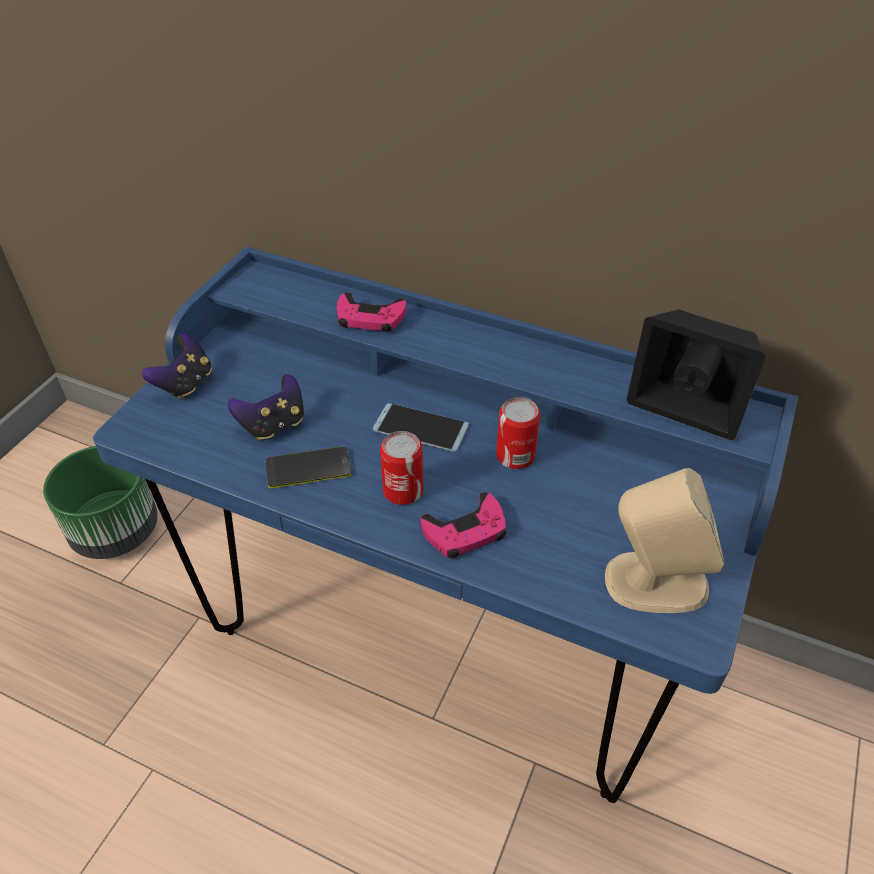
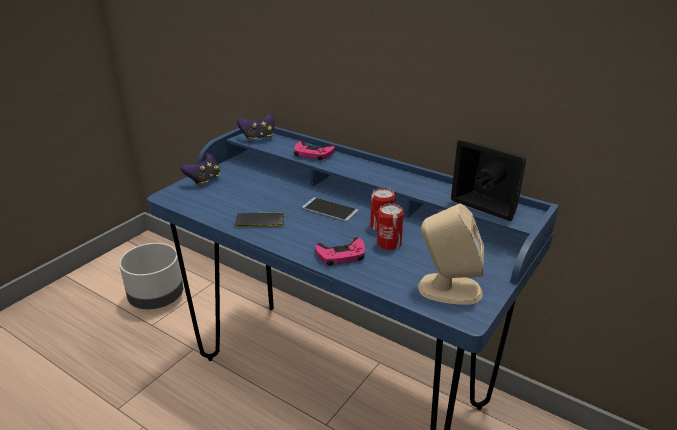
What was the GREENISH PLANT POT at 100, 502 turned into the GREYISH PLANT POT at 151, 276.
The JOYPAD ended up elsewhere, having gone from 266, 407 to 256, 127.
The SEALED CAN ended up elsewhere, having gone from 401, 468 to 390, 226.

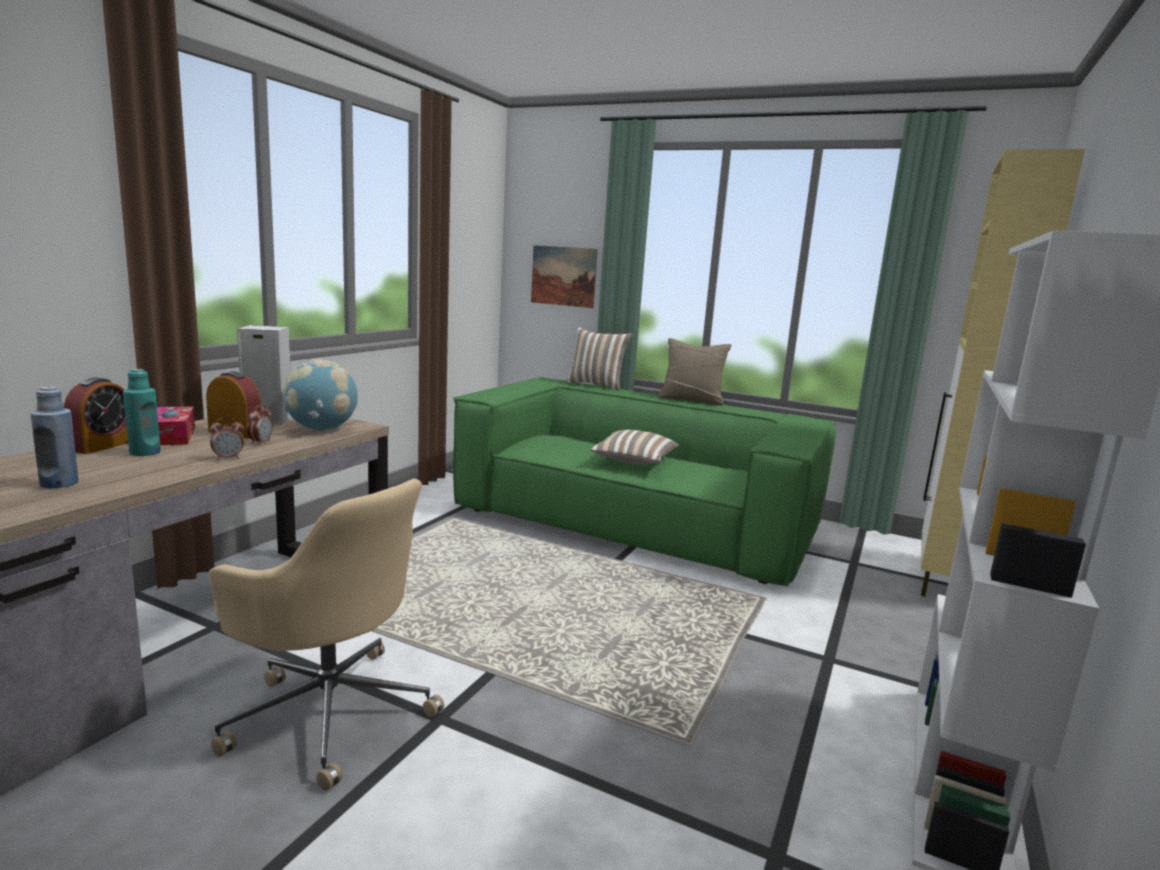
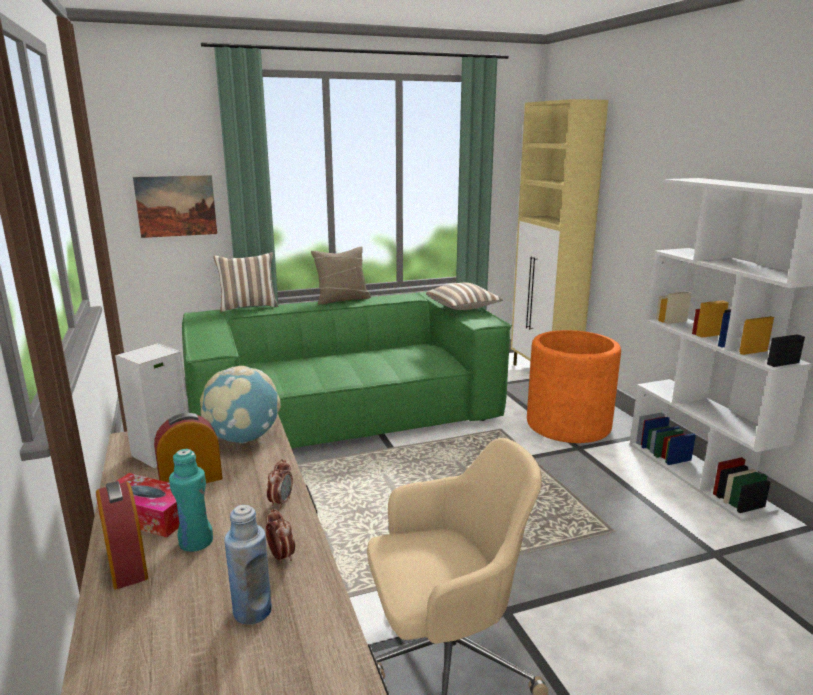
The TABLE CLOCK ended up elsewhere, having gone from 260, 425 to 280, 536.
The CUSHION ended up elsewhere, having gone from 634, 447 to 464, 296.
The second view gained the ORANGE PLANT POT at 574, 386.

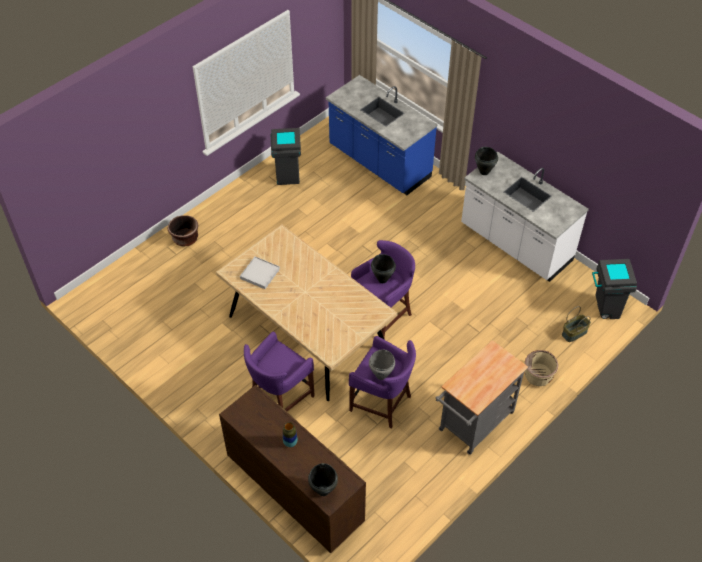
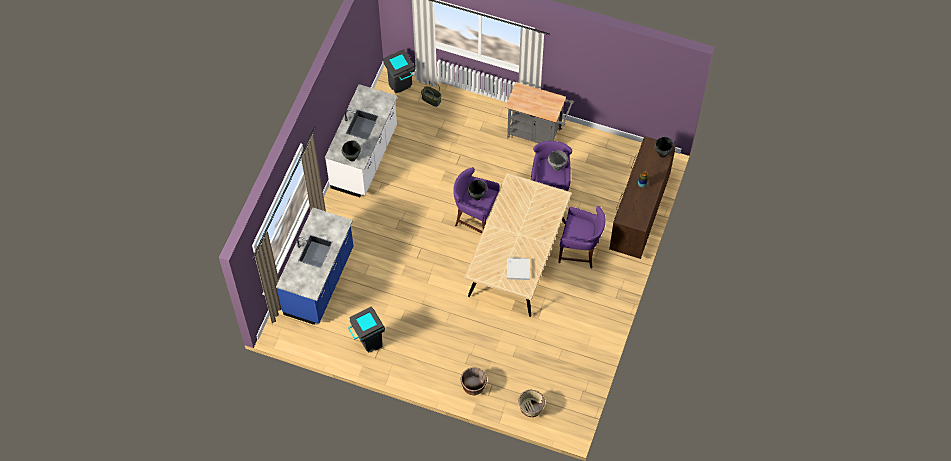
The BEIGE PLANT POT ended up elsewhere, having gone from 541, 368 to 531, 403.

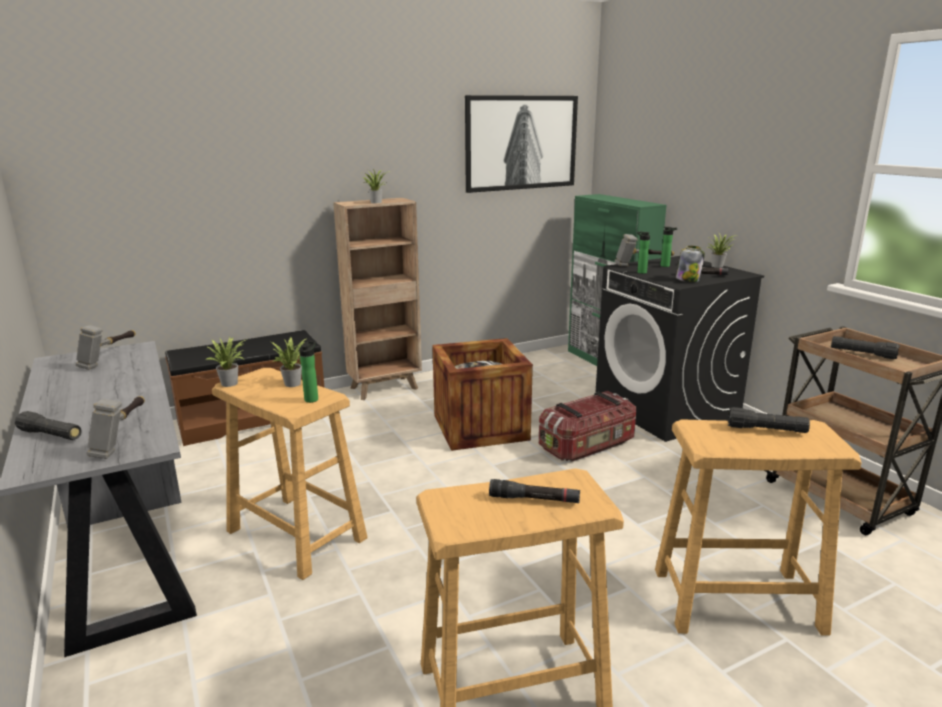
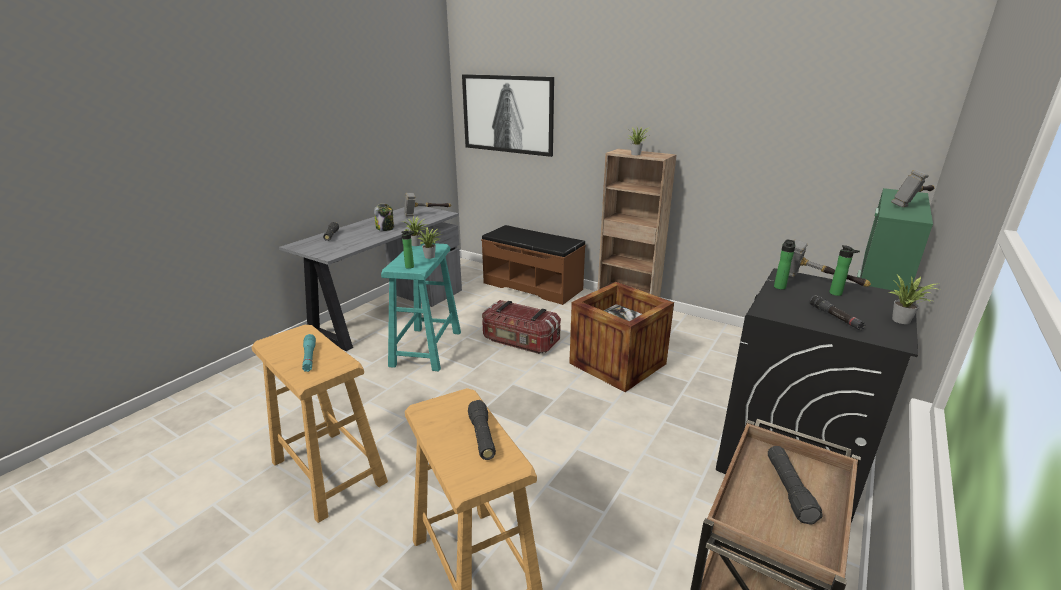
What was the BLACK-COLOURED HAND TORCH at 534, 491 turned into the TURQUOISE HAND TORCH at 309, 353.
The JAR ended up elsewhere, having gone from 690, 264 to 384, 217.
What was the BEIGE SITTING STOOL at 290, 474 turned into the TURQUOISE SITTING STOOL at 421, 307.
The WALL ART ended up elsewhere, having gone from 521, 144 to 508, 115.
The STORAGE CONTAINER ended up elsewhere, having gone from 587, 426 to 521, 327.
The HAMMER ended up elsewhere, having gone from 116, 427 to 913, 188.

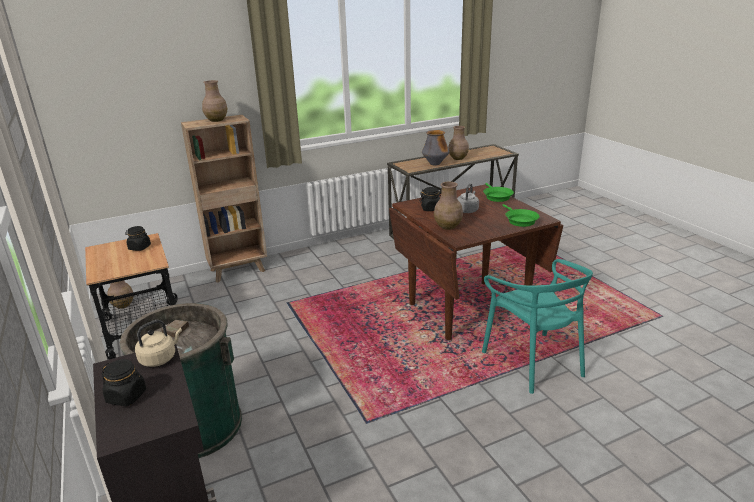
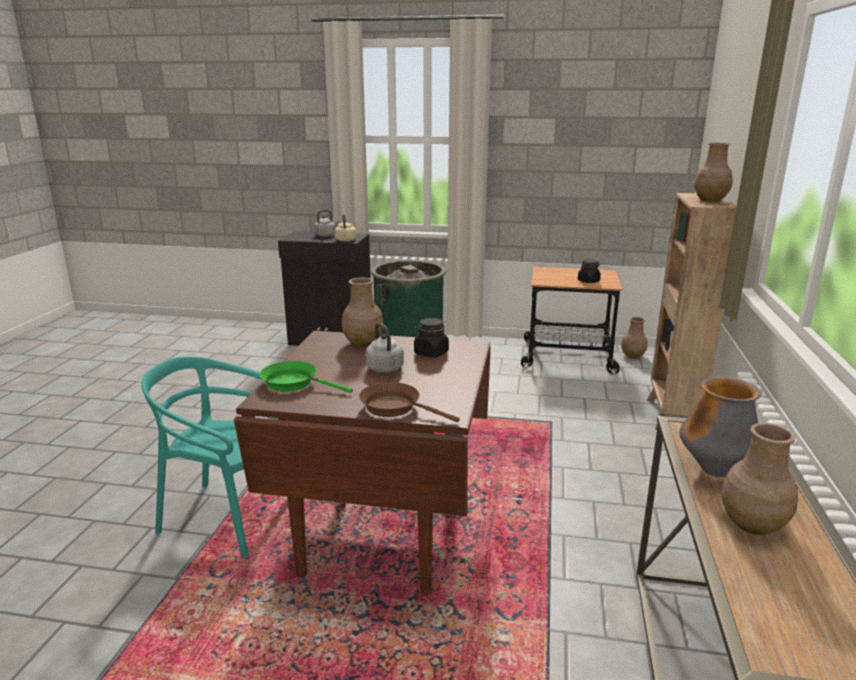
Where the BLACK-COLOURED JAR stood at 123, 382, the GREYISH WATER KETTLE came to stand at 327, 223.
What was the GREENISH PAN at 498, 192 turned into the BROWN PAN at 409, 402.

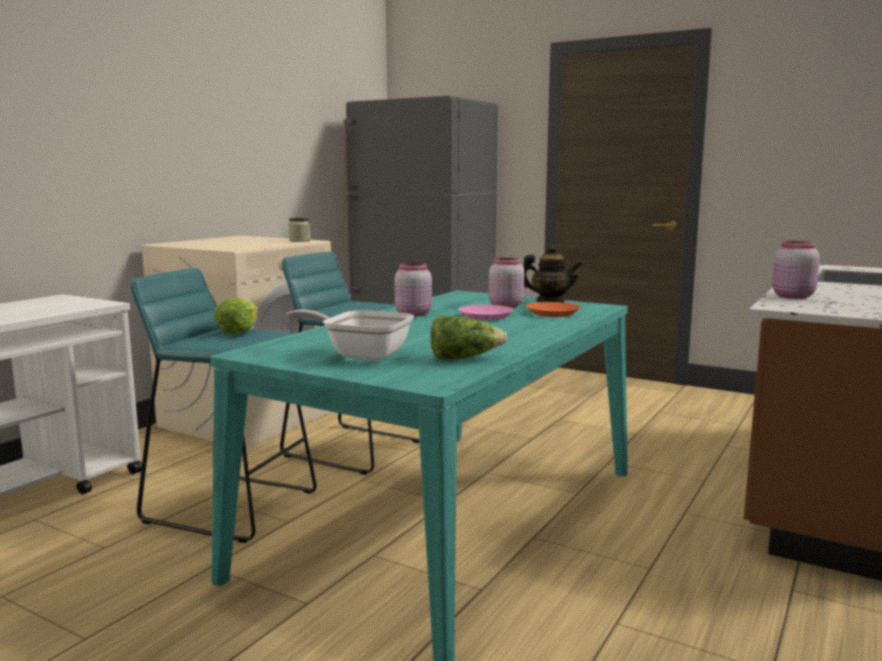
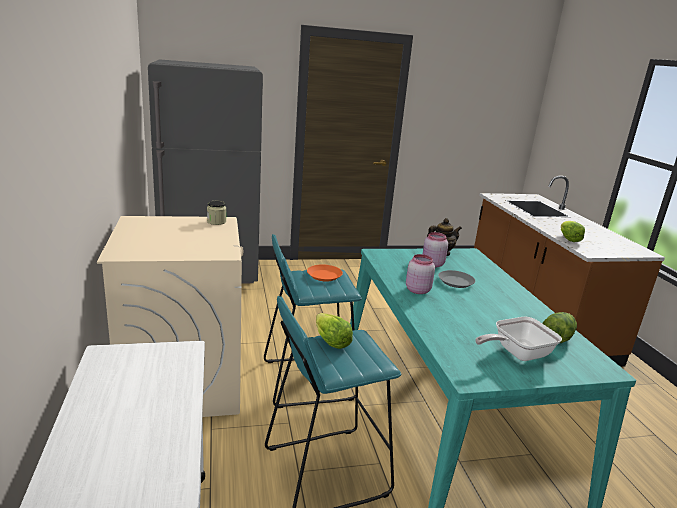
The ORANGE PLATE ended up elsewhere, having gone from 553, 309 to 325, 273.
What was the PINKISH PLATE at 485, 313 turned into the GREYISH PLATE at 456, 279.
Where the PINKISH JAR stood at 796, 270, the LETTUCE HEAD came to stand at 573, 231.

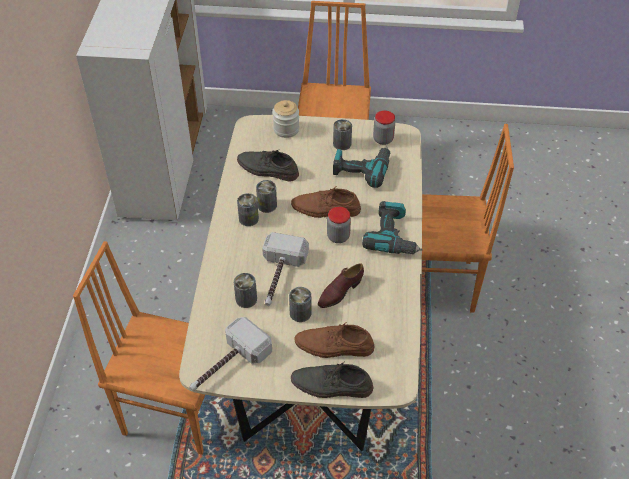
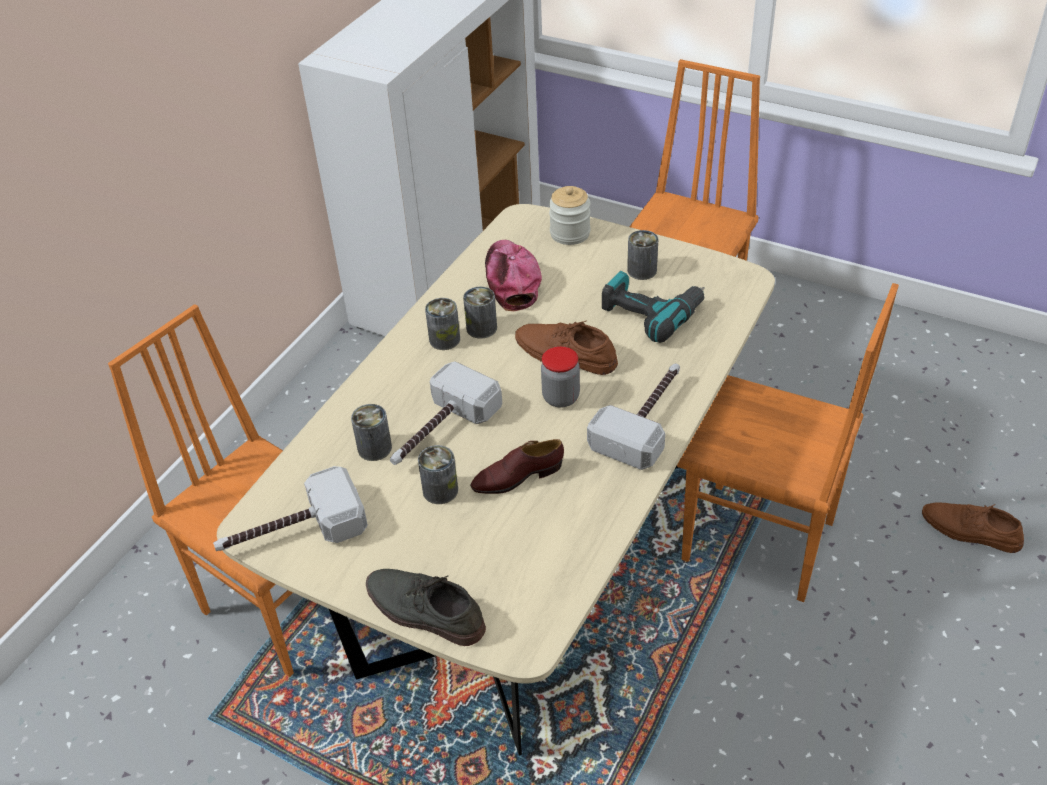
Where the GREYISH SHOE stood at 268, 165, the PEAKED CAP came to stand at 513, 275.
Where the ELECTRIC DRILL stood at 392, 227, the HAMMER came to stand at 633, 416.
The BROWN SHOE ended up elsewhere, having gone from 335, 340 to 973, 527.
The second view lost the JAR at 384, 127.

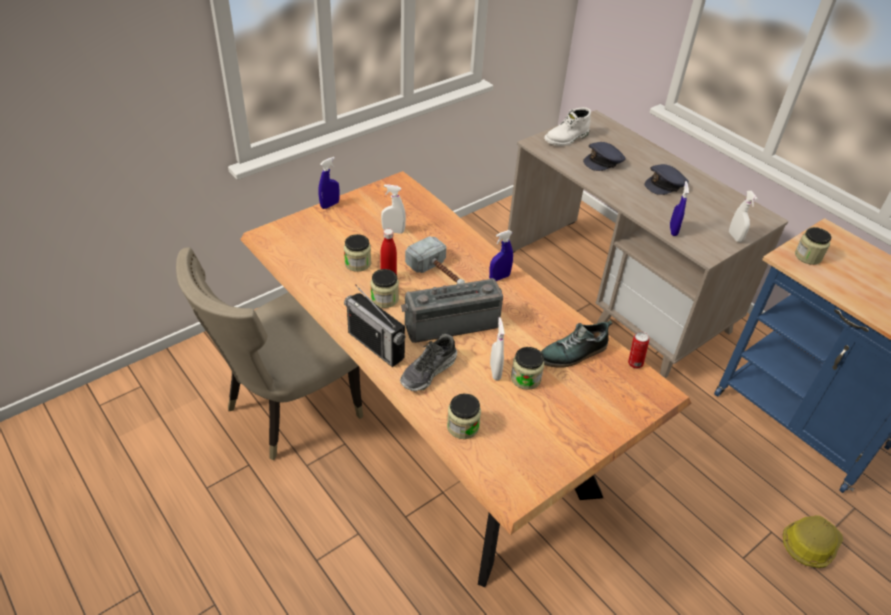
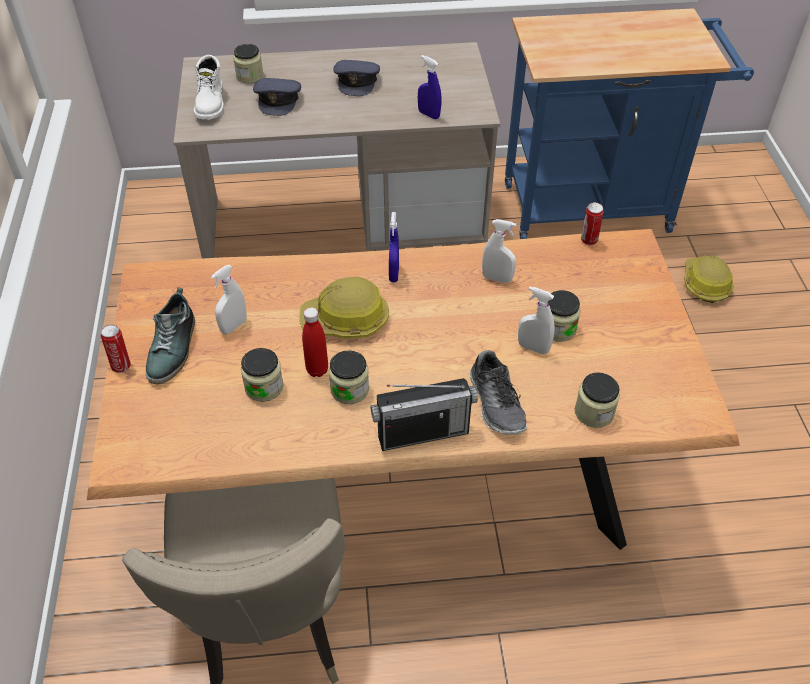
Where the BLUE SPRAYER stood at 329, 183, the SEALED CAN came to stand at 116, 349.
The SHOE ended up elsewhere, having gone from 576, 344 to 170, 335.
The JAR ended up elsewhere, having gone from 813, 246 to 248, 63.
Where the HAMMER stood at 435, 260, the HARD HAT came to stand at 344, 307.
The WHITE-COLOURED SPRAYER ended up elsewhere, having gone from 743, 216 to 499, 251.
The second view lost the RADIO RECEIVER at 452, 310.

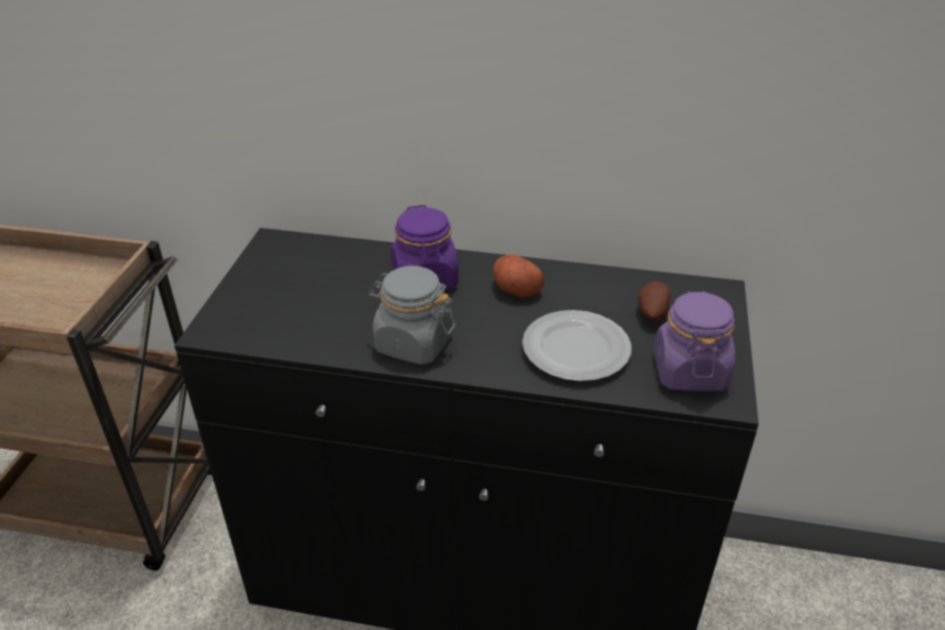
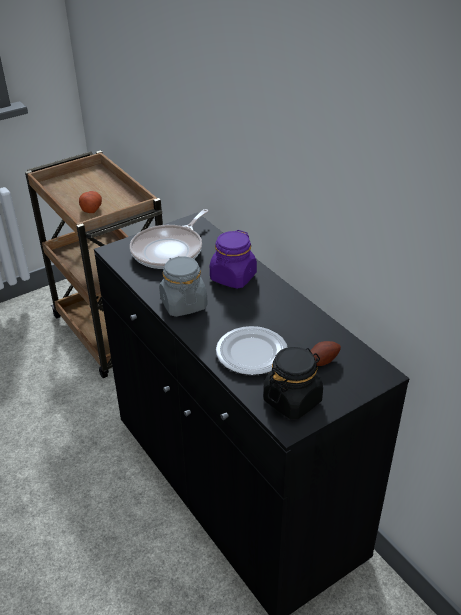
The SPUD ended up elsewhere, having gone from 518, 276 to 90, 202.
The second view gained the PAN at 169, 239.
What was the PURPLE-COLOURED JAR at 694, 341 turned into the BLACK-COLOURED JAR at 293, 383.

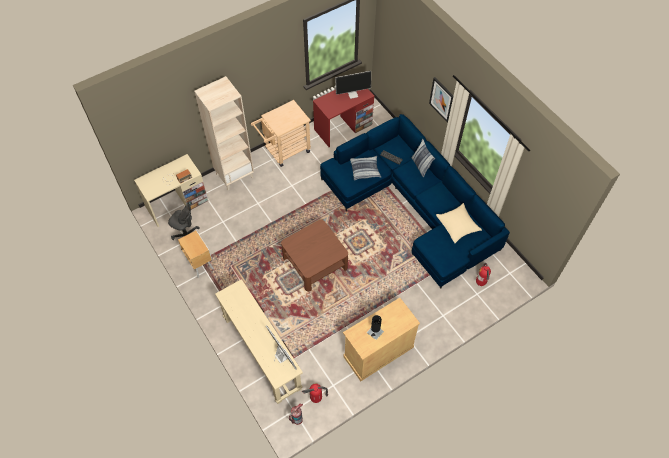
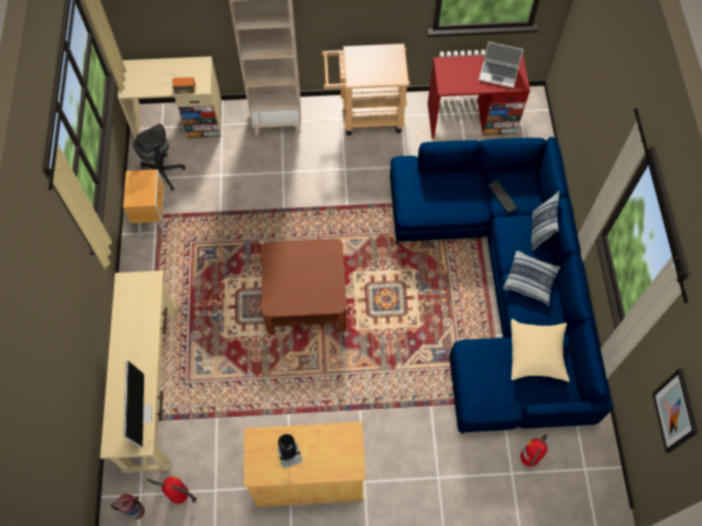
Where the COMPUTER DISPLAY stood at 353, 85, the NOTEBOOK COMPUTER came to stand at 501, 65.
The CUSHION ended up elsewhere, having gone from 365, 168 to 532, 278.
The WALL ART ended up elsewhere, having gone from 441, 100 to 675, 411.

